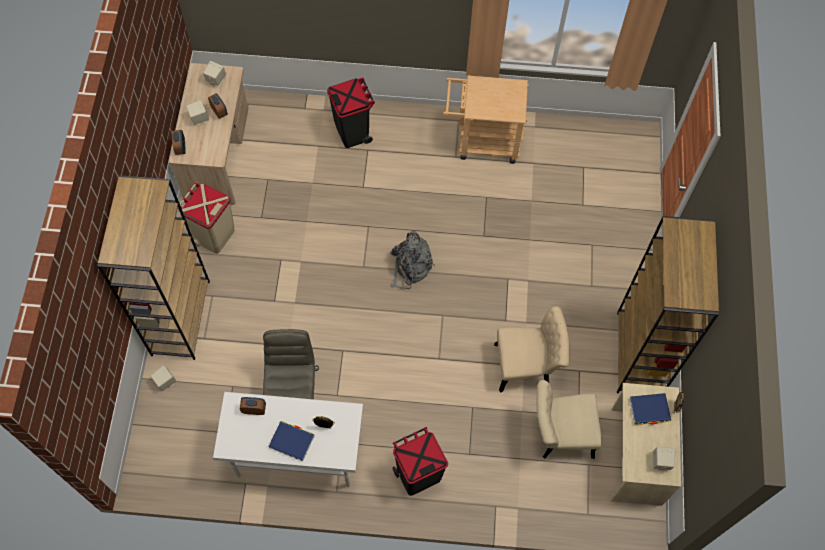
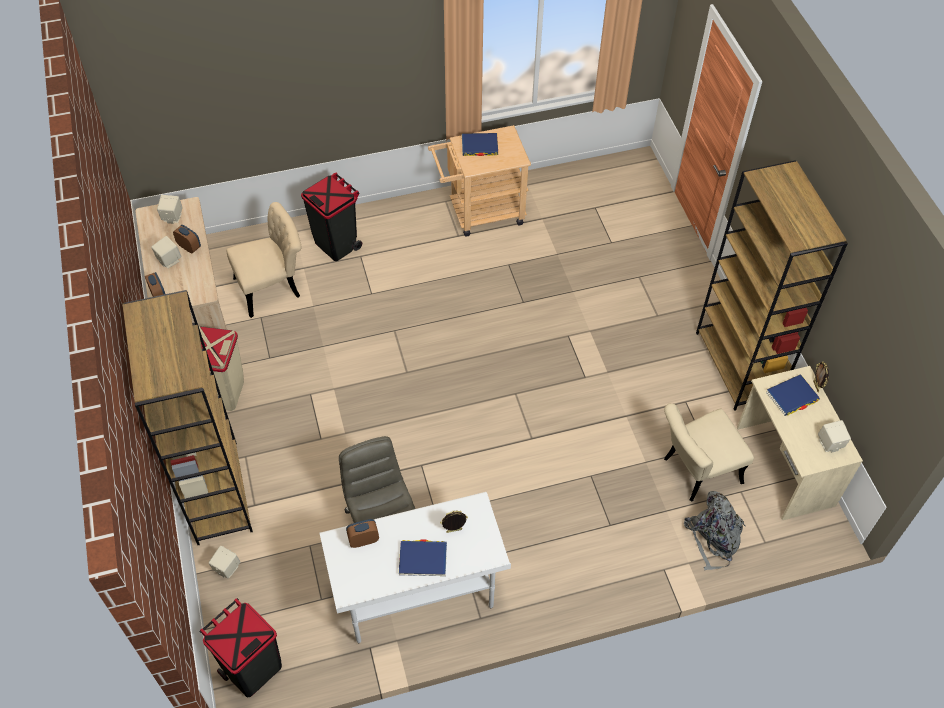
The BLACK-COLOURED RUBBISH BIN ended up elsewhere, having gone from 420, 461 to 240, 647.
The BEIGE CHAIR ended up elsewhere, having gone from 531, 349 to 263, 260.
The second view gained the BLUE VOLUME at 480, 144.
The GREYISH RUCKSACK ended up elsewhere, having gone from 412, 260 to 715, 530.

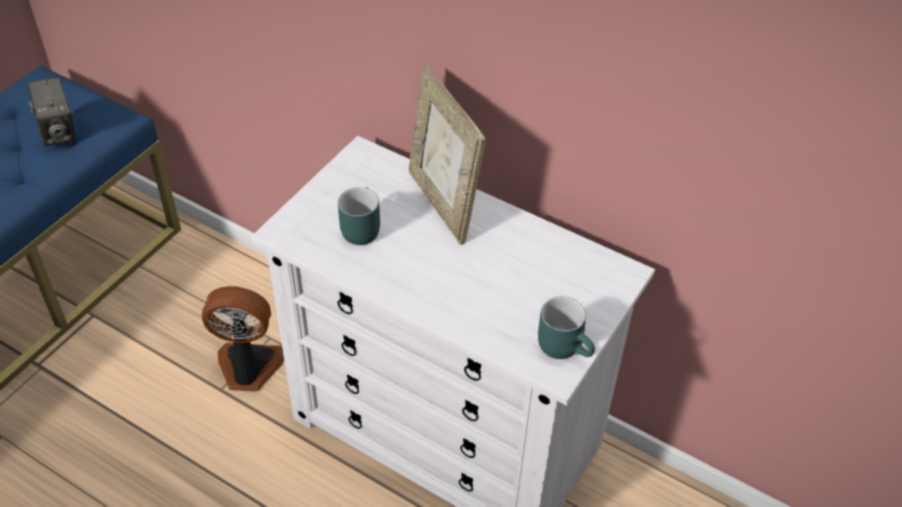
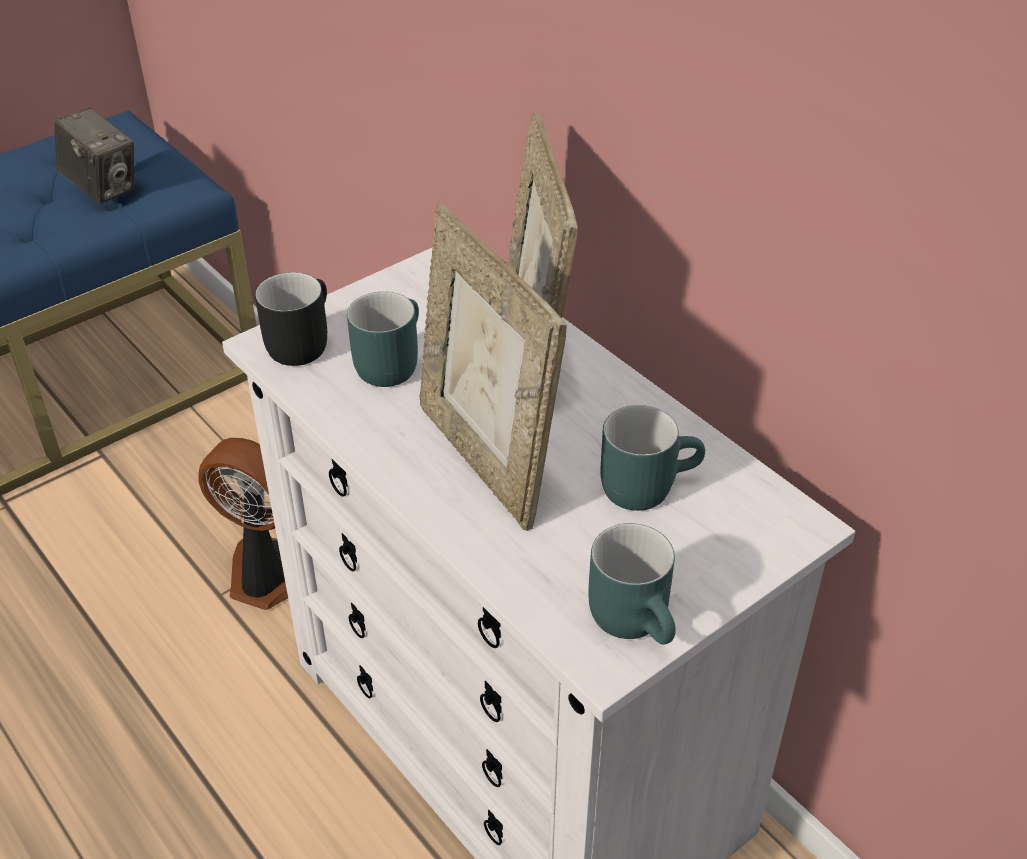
The STILL CAMERA at 51, 111 ended up facing another way, 45 degrees counterclockwise from before.
The second view gained the BLACK-COLOURED TEA MUG at 291, 319.
The second view gained the PICTURE FRAME at 493, 368.
The second view gained the TURQUOISE TEA MUG at 652, 458.

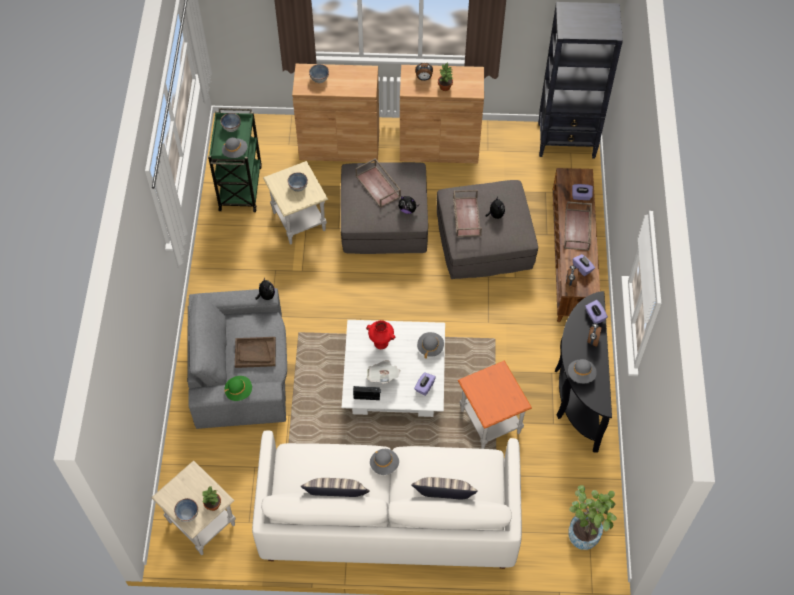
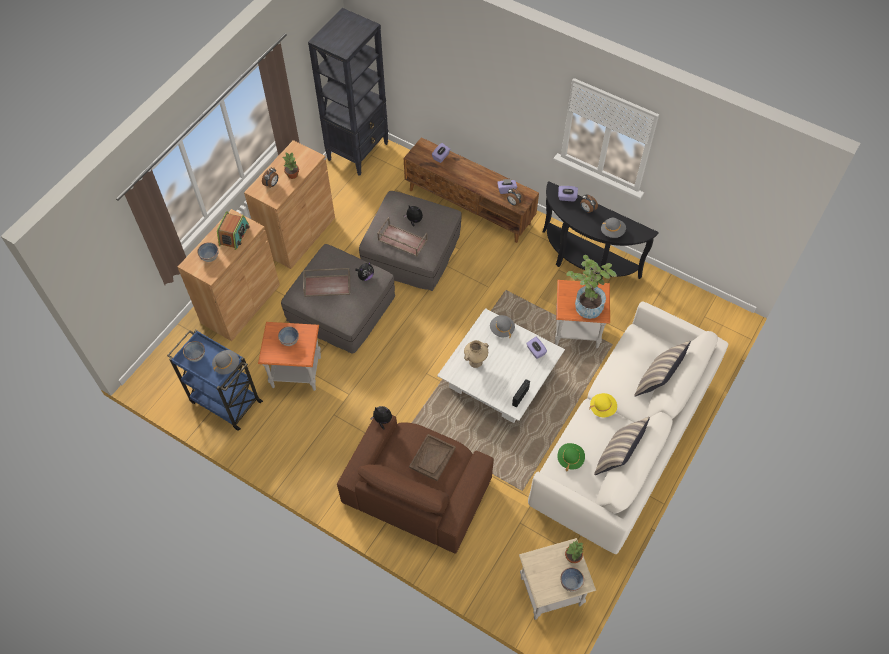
What was the GREENISH CART at 235, 160 turned into the BLUE CART at 215, 380.
The second view gained the RADIO RECEIVER at 233, 230.
What was the BEIGE END TABLE at 295, 202 turned into the ORANGE END TABLE at 289, 356.
What was the GREYISH EASY CHAIR at 237, 358 turned into the BROWN EASY CHAIR at 415, 484.
What was the REDDISH FLOWER VASE at 380, 334 turned into the BEIGE FLOWER VASE at 476, 354.
The GREENISH CLOTHING HAT ended up elsewhere, having gone from 238, 388 to 571, 457.
The POTTED PLANT ended up elsewhere, having gone from 592, 517 to 591, 287.
What was the GREYISH CLOTHING HAT at 384, 462 turned into the YELLOW CLOTHING HAT at 603, 405.
The second view lost the PRINTED PAPER at 384, 372.
The second view lost the BROWN TRAY at 578, 226.

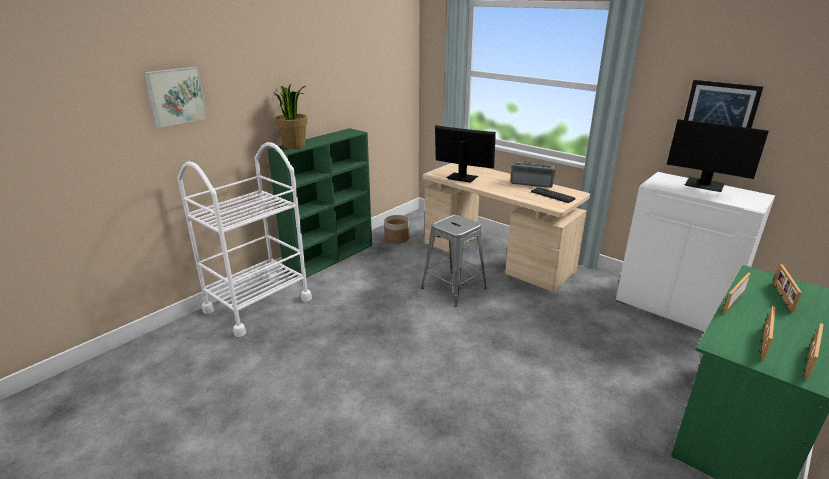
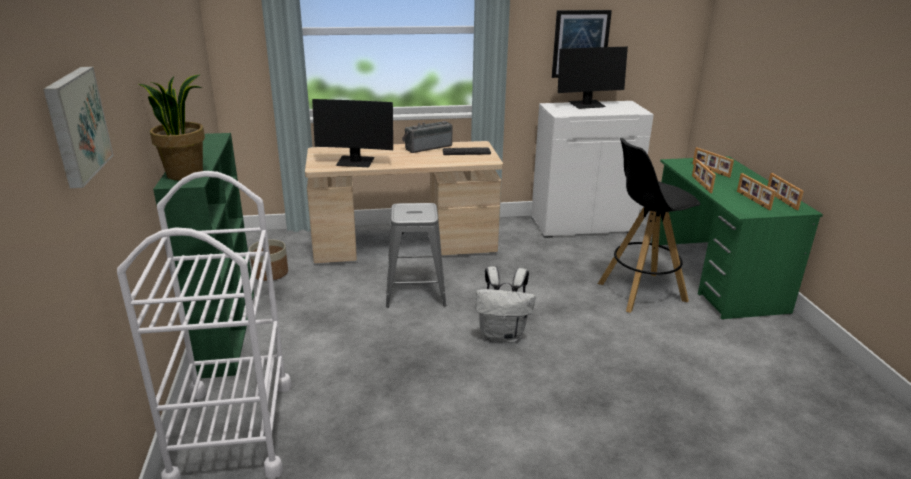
The COMPUTER DISPLAY at 465, 154 ended up facing another way, 150 degrees counterclockwise from before.
The second view gained the WHITE-COLOURED RUCKSACK at 505, 304.
The second view gained the BLACK-COLOURED SITTING STOOL at 649, 225.

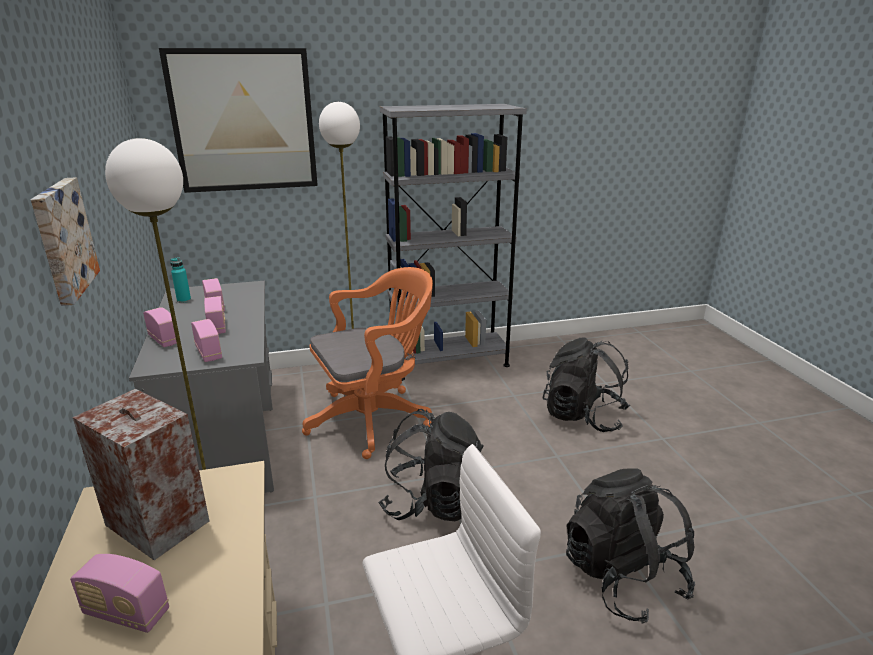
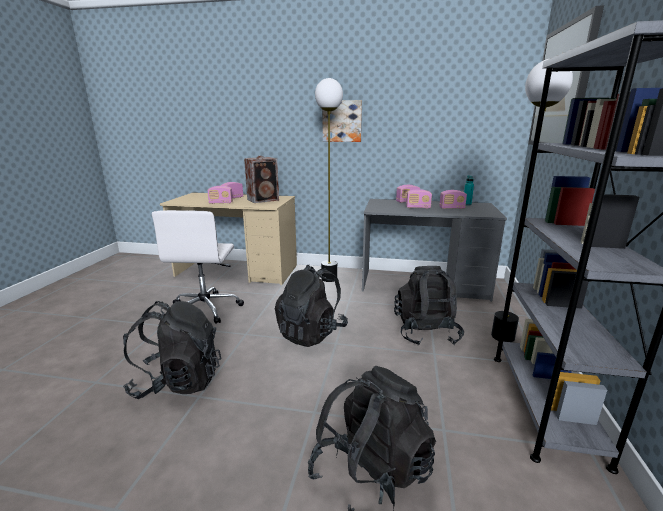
The RADIO RECEIVER ended up elsewhere, having gone from 206, 340 to 220, 195.
Where the ORANGE DESK CHAIR stood at 367, 363, the BLACK-COLOURED RUCKSACK came to stand at 429, 305.

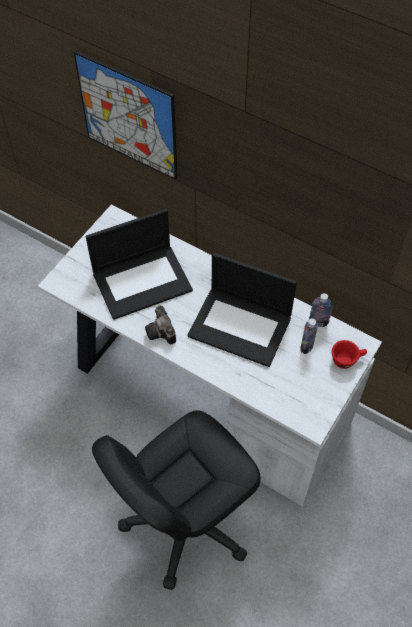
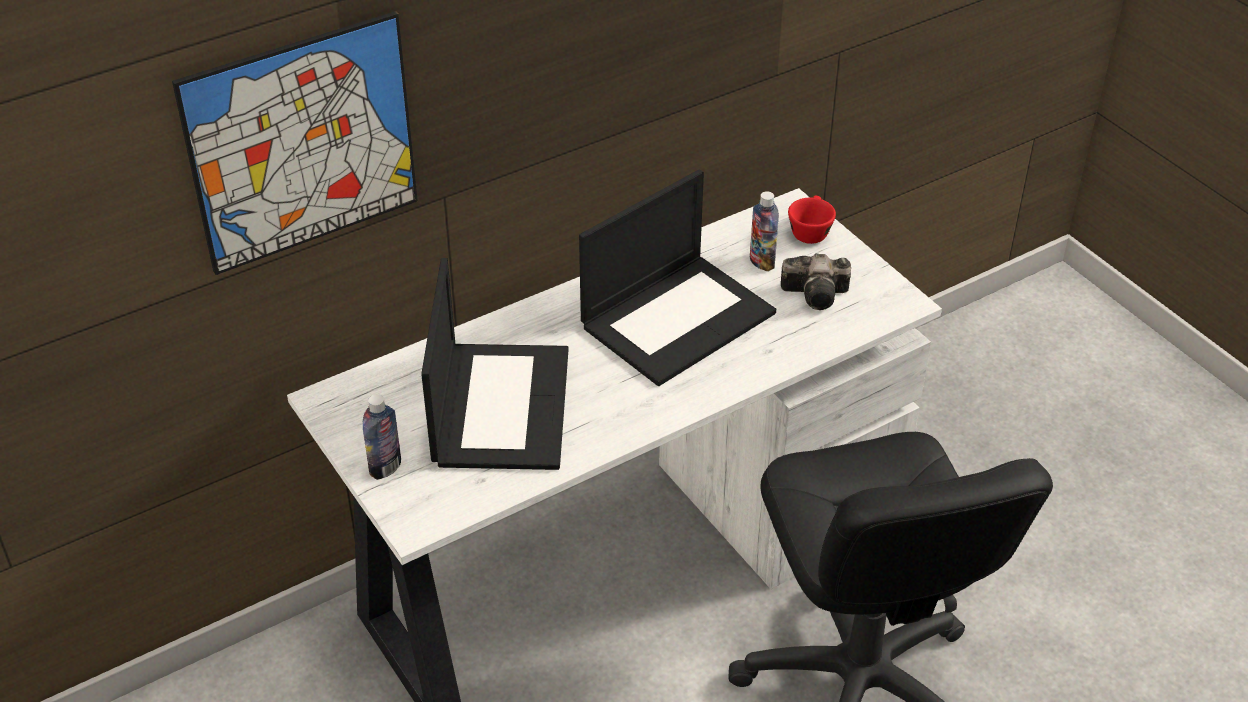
The DRINK BOTTLE ended up elsewhere, having gone from 321, 310 to 382, 437.
The STILL CAMERA ended up elsewhere, having gone from 160, 325 to 816, 281.

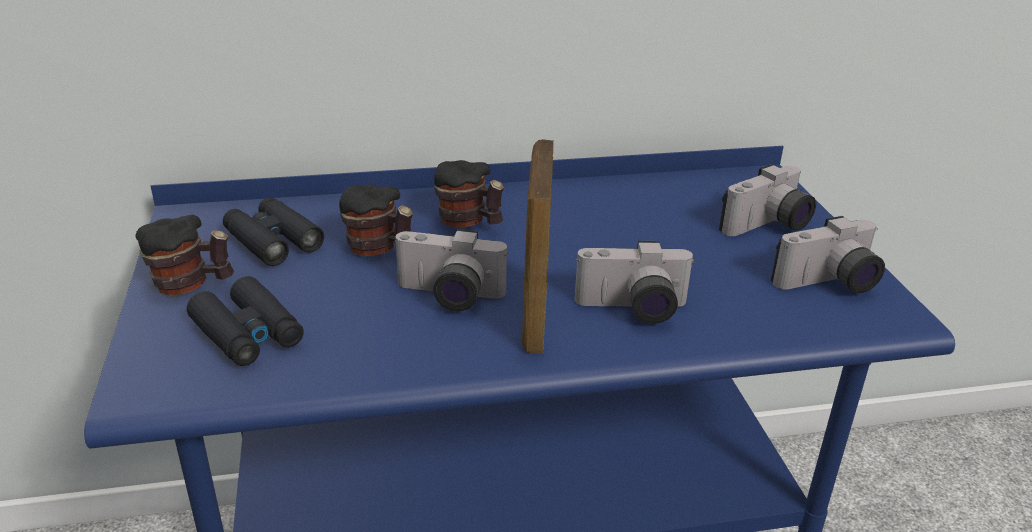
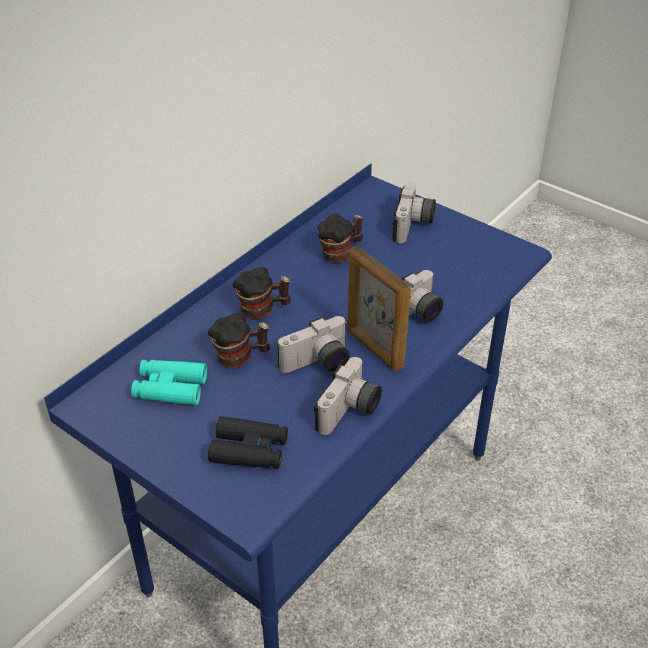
What was the BLACK-COLOURED PAIR OF BINOCULARS at 273, 231 turned into the TURQUOISE PAIR OF BINOCULARS at 169, 382.
The STILL CAMERA ended up elsewhere, having gone from 828, 254 to 348, 396.
The TEA MUG ended up elsewhere, having gone from 185, 255 to 340, 238.

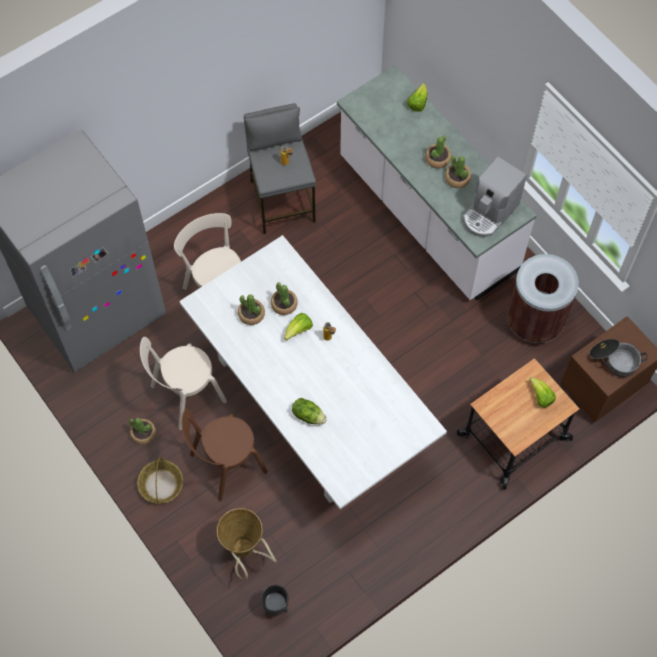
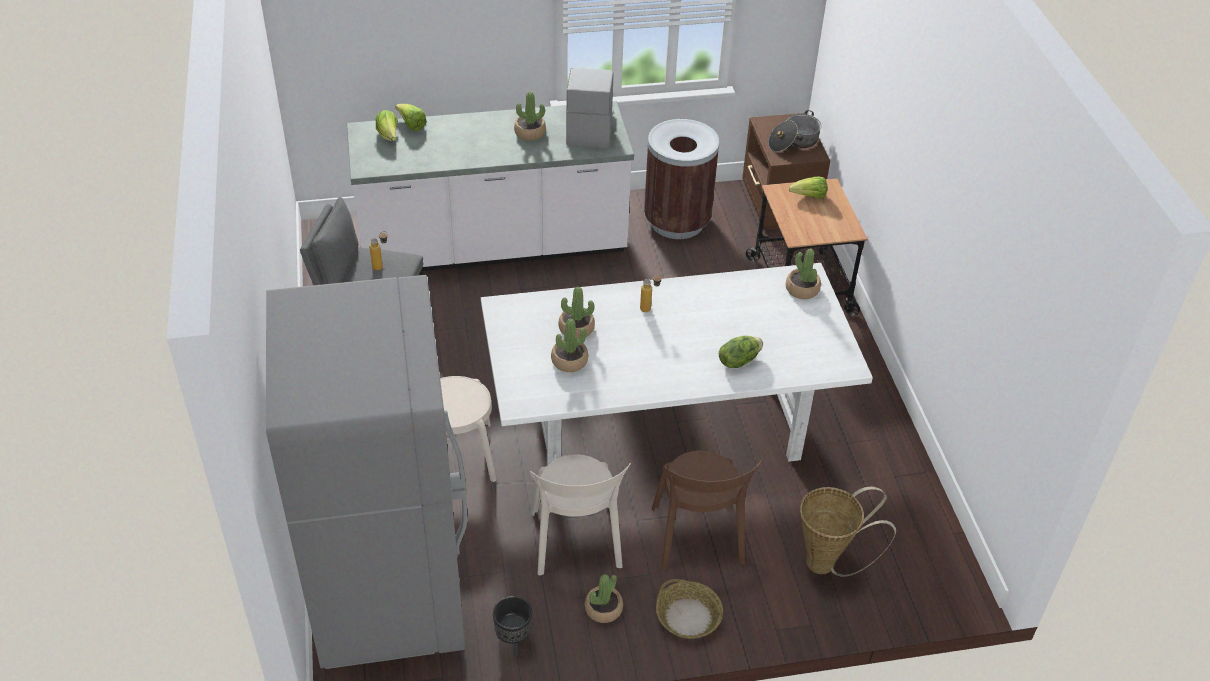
The LETTUCE HEAD ended up elsewhere, having gone from 298, 327 to 387, 125.
The BLACK-COLOURED PLANT POT ended up elsewhere, having gone from 275, 600 to 512, 626.
The COFFEE BREWER at 495, 196 ended up facing another way, 150 degrees counterclockwise from before.
The POTTED PLANT ended up elsewhere, having gone from 438, 152 to 803, 274.

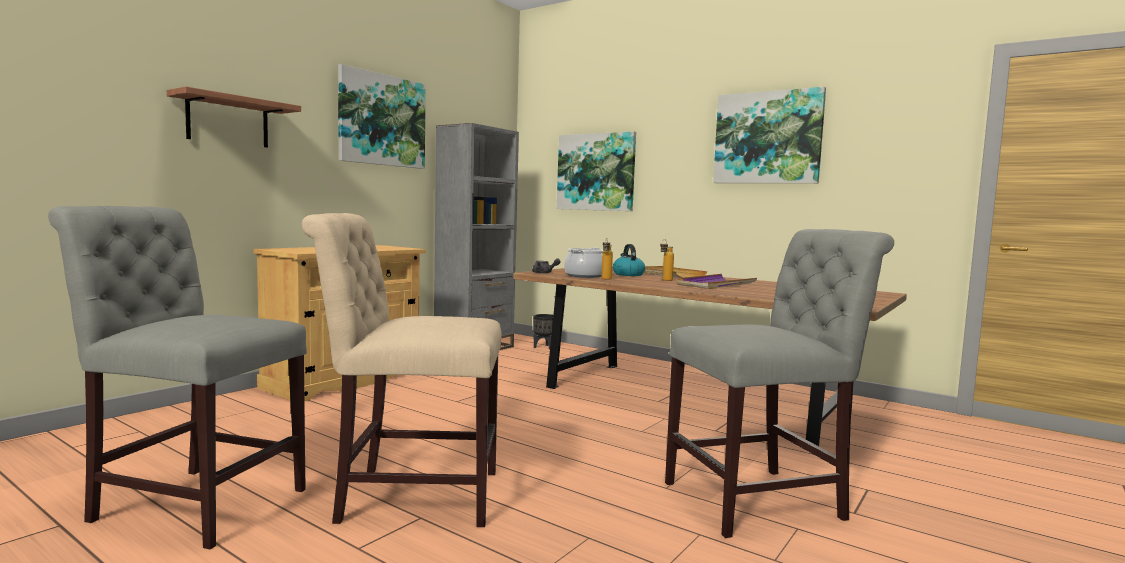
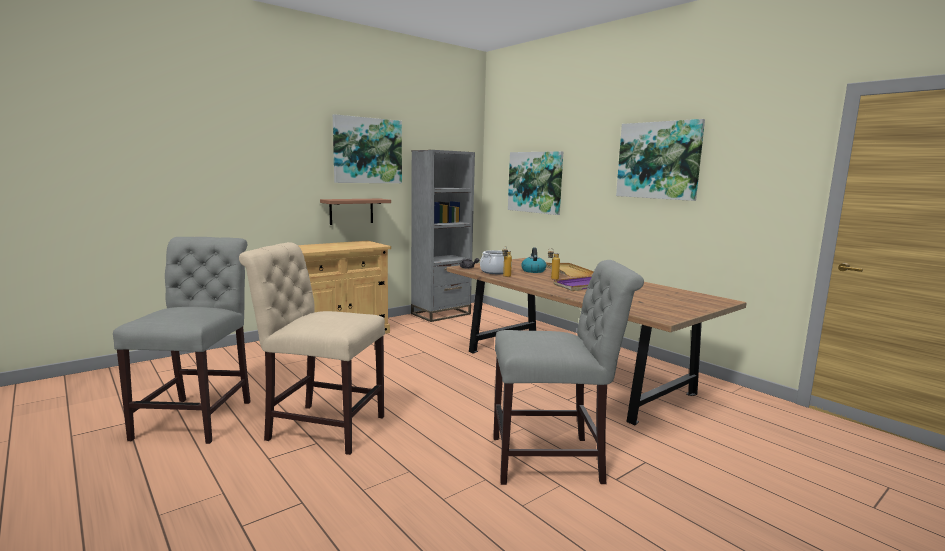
The GREYISH CHAIR at 177, 377 ended up facing another way, 60 degrees clockwise from before.
The WALL SHELF ended up elsewhere, having gone from 234, 117 to 355, 212.
The second view lost the BLACK-COLOURED PLANT POT at 543, 331.

